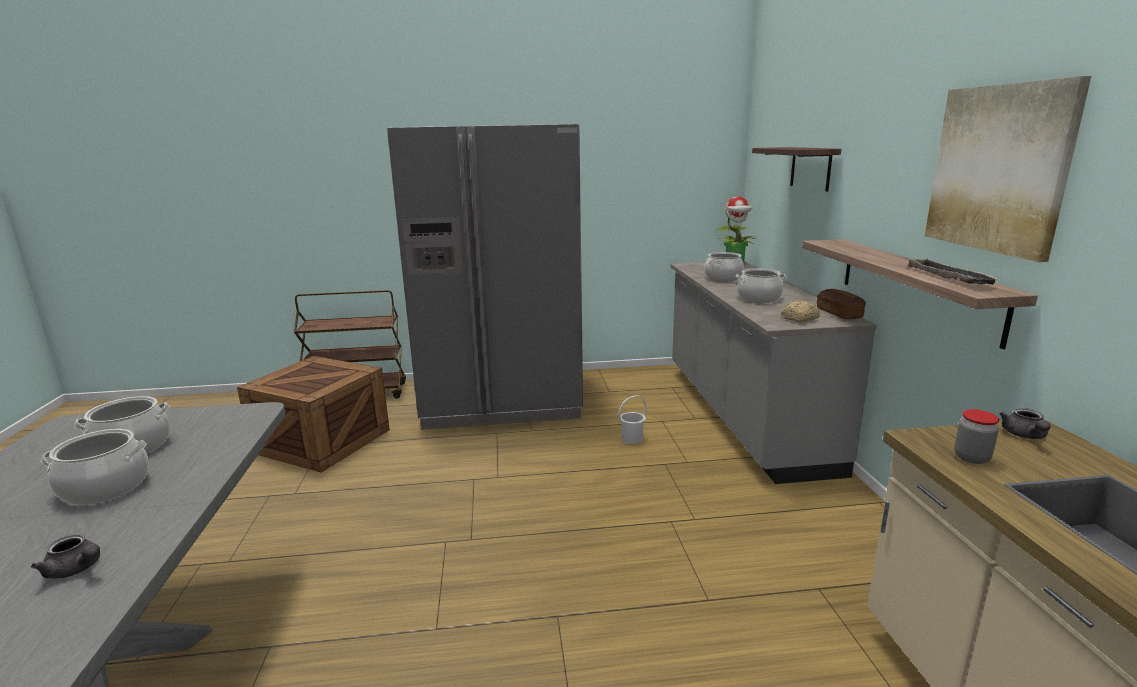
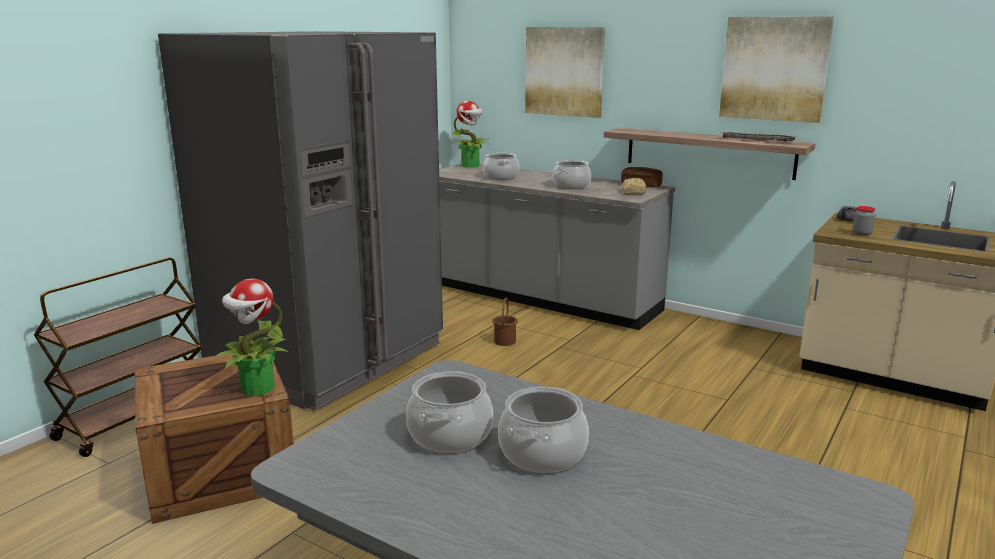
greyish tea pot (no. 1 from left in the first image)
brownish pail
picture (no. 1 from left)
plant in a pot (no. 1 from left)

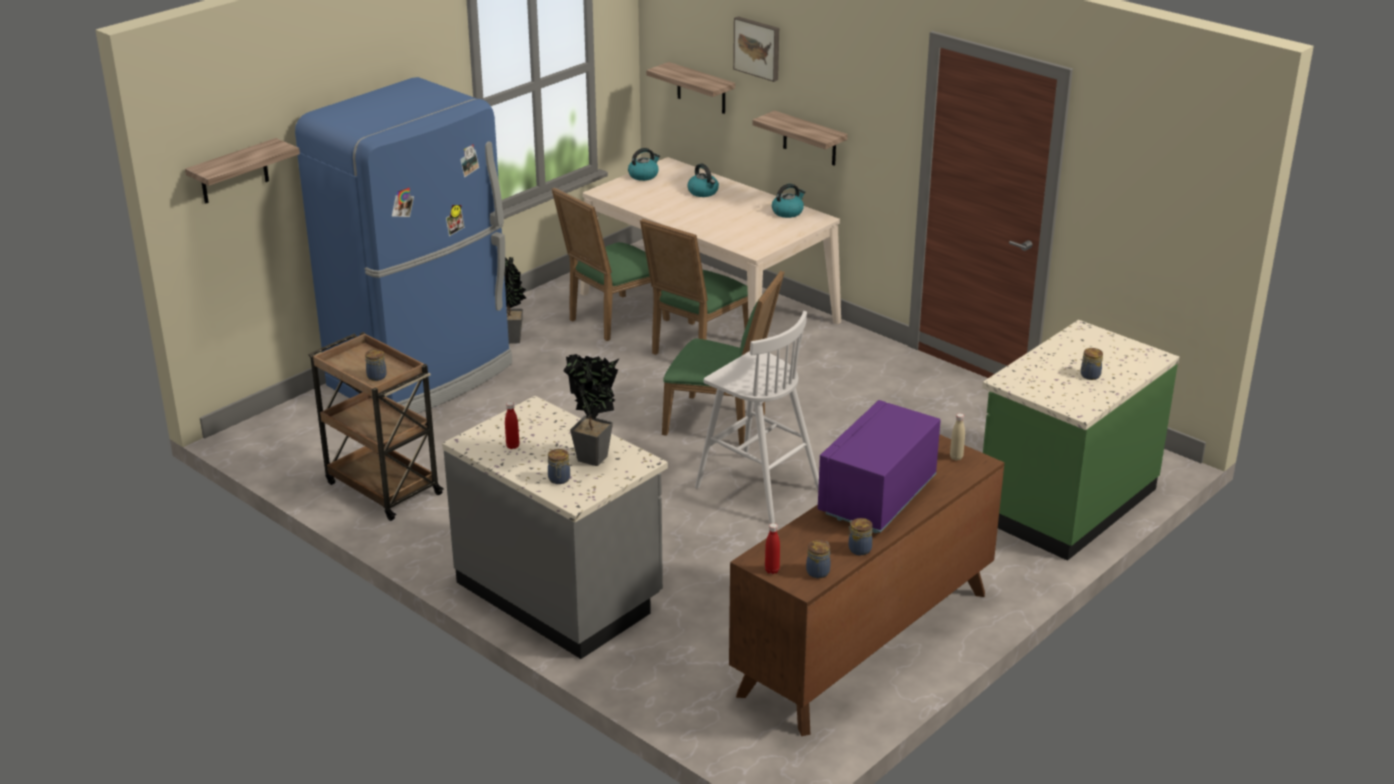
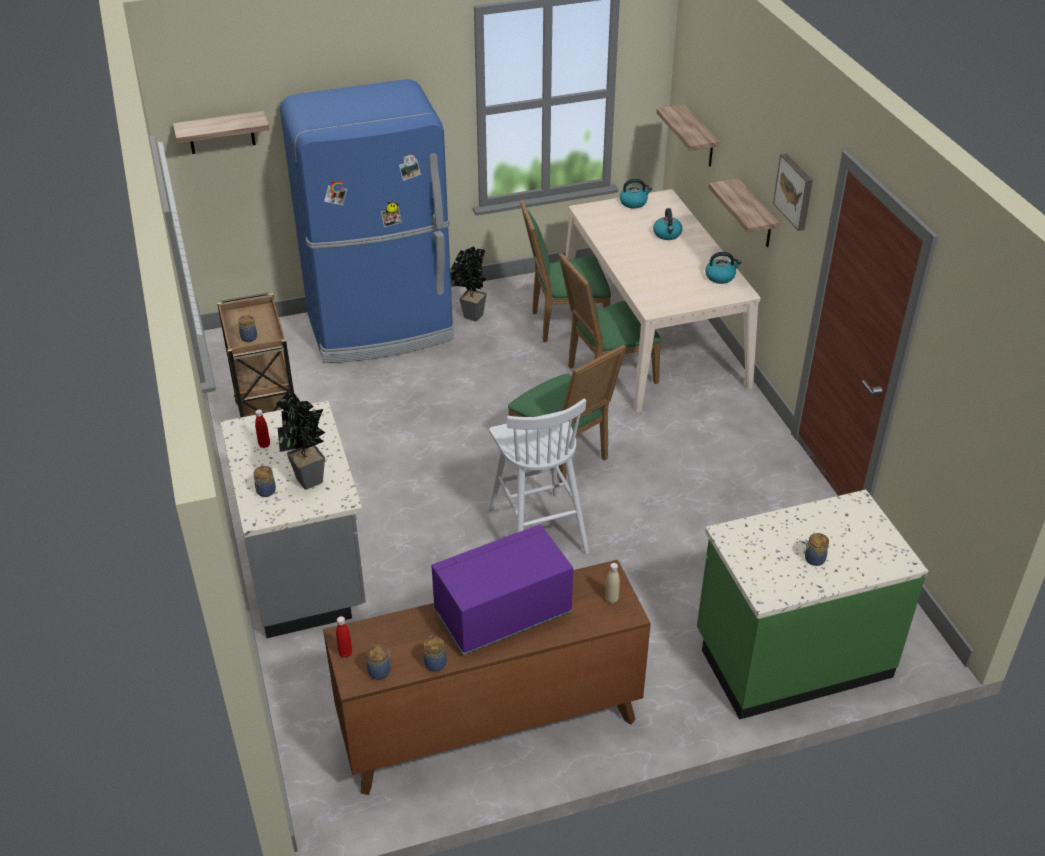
picture

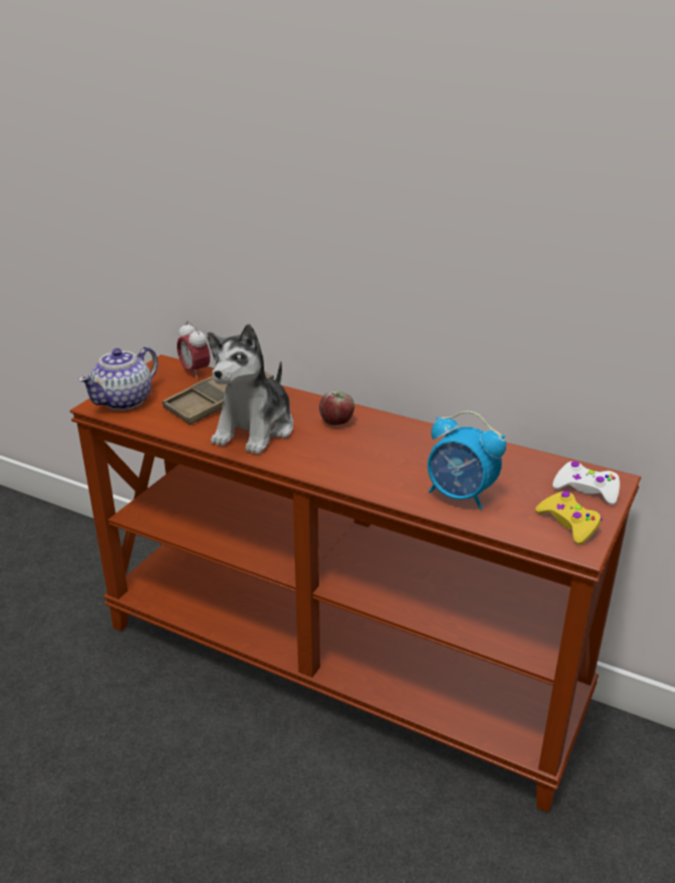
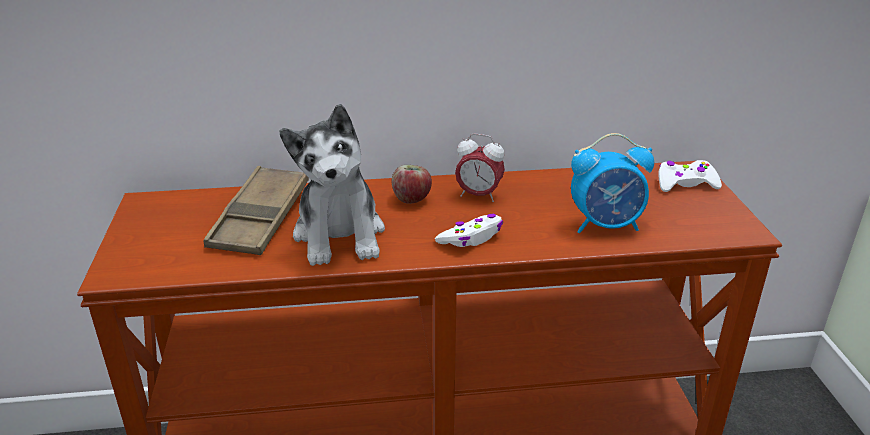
tea pot
table clock (no. 1 from left)
yellowish game controller
white game controller (no. 1 from left)

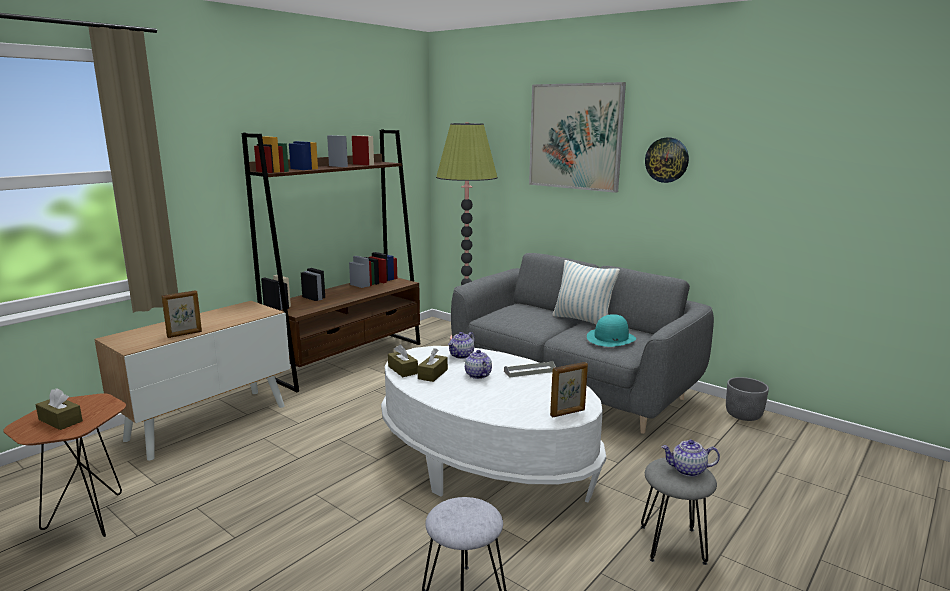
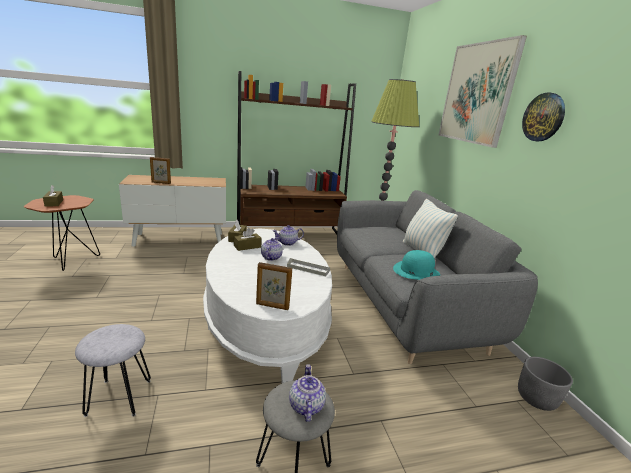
tea pot (no. 3 from left)

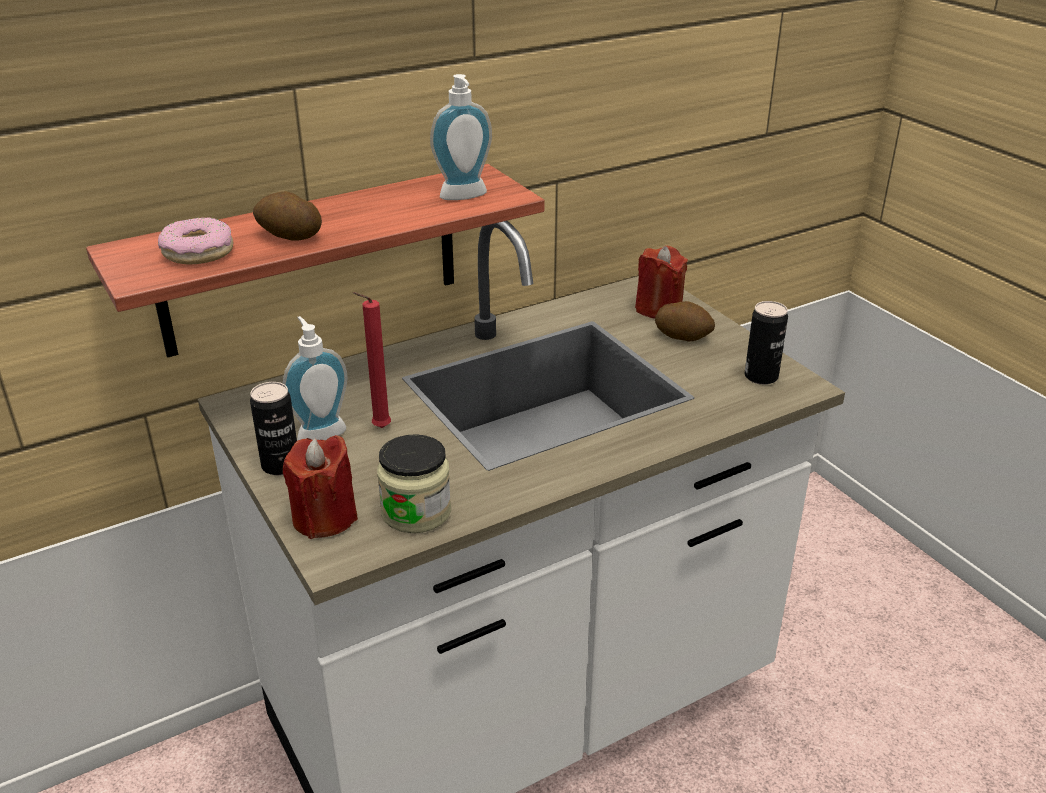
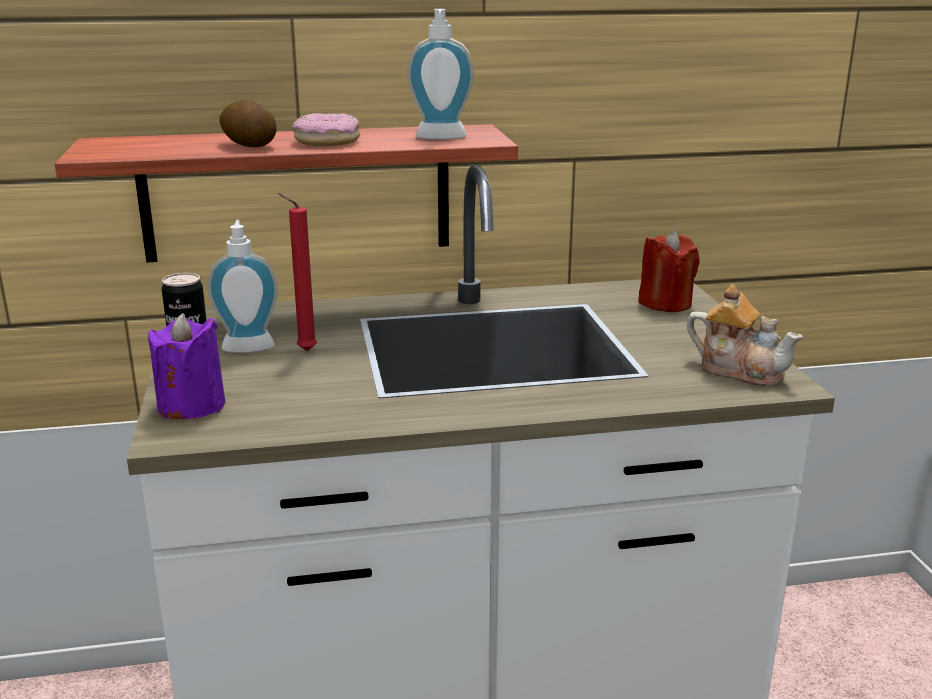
ring doughnut
purplish candle
storage jar
whole potato (no. 2 from left in the first image)
tea pot

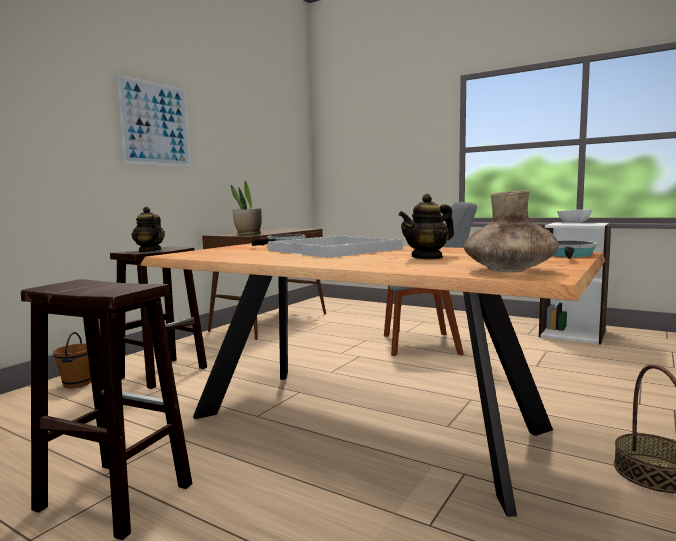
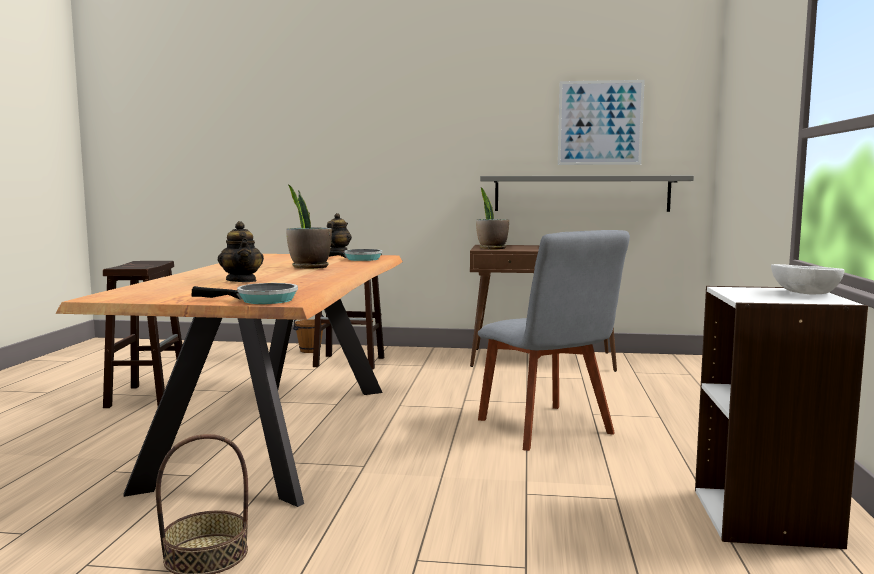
picture
plant in a pot (no. 1 from left)
tea pot (no. 1 from left)
brownish decorative vase
greyish wall shelf

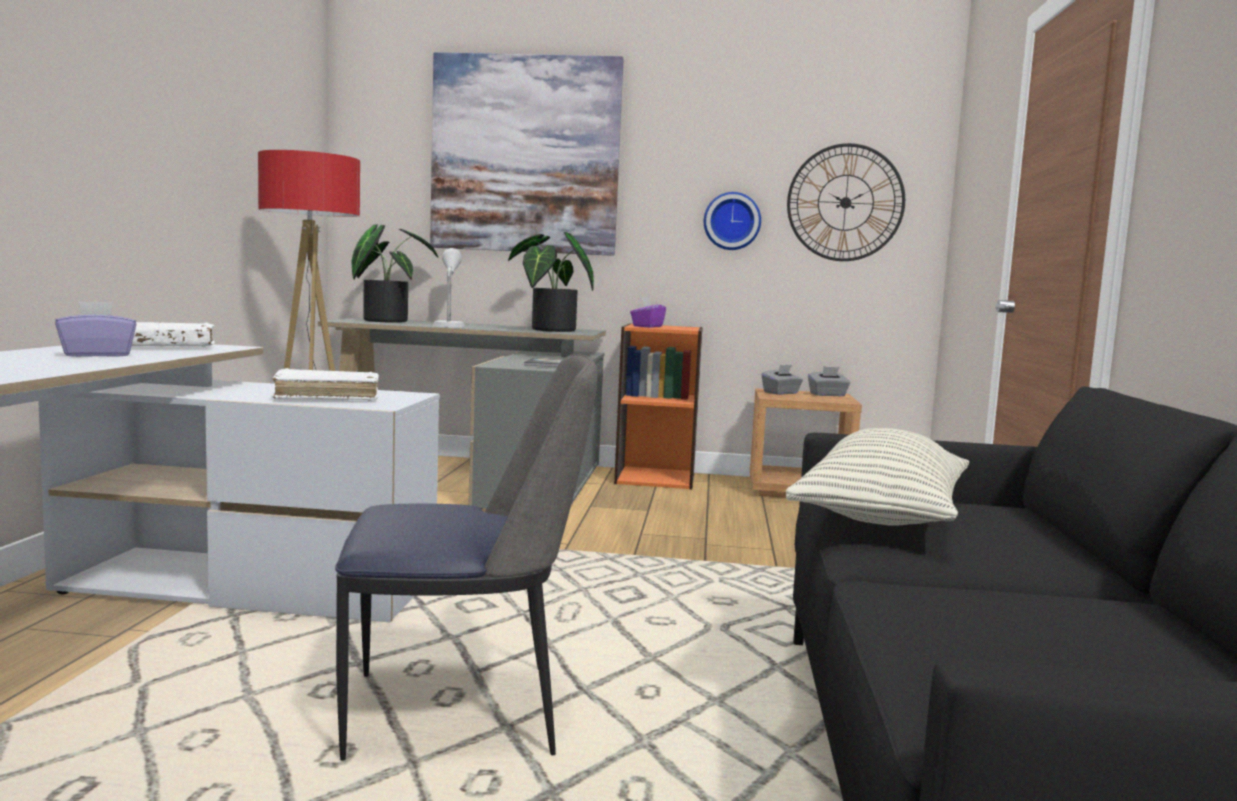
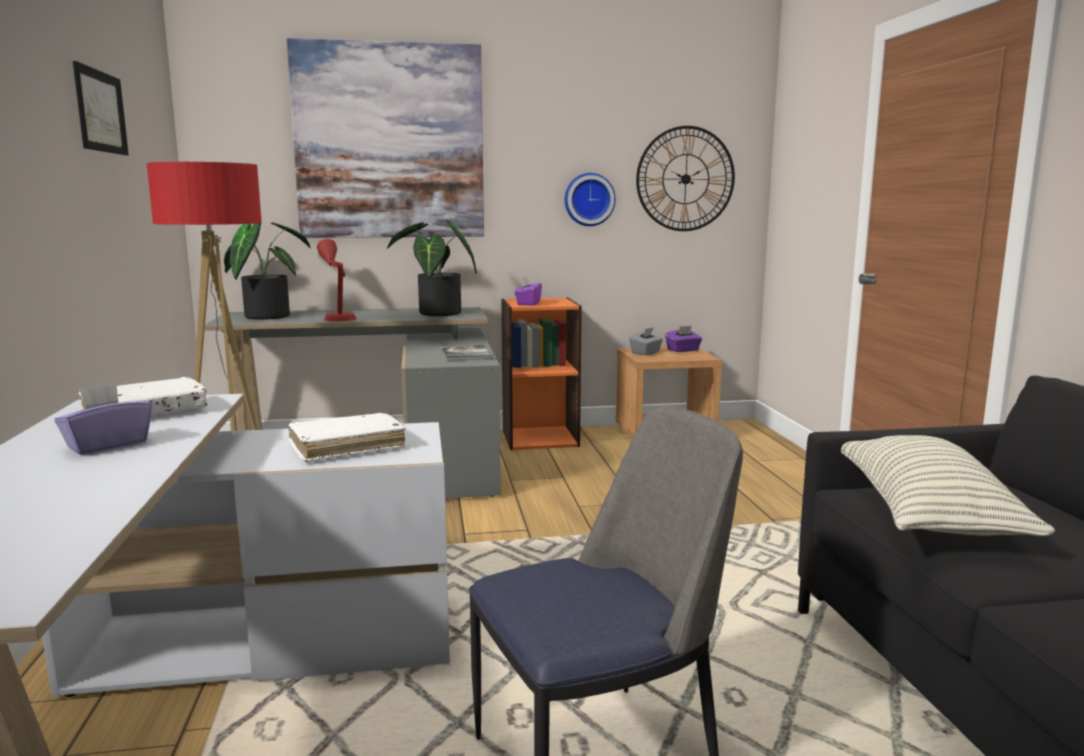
red-coloured tabletop lamp
purplish tissue box (no. 3 from left)
picture (no. 1 from left)

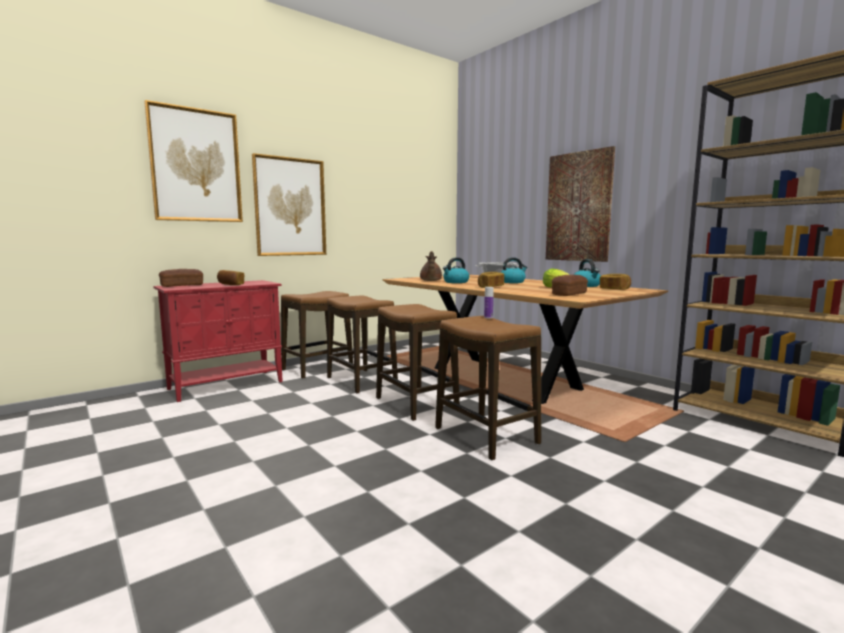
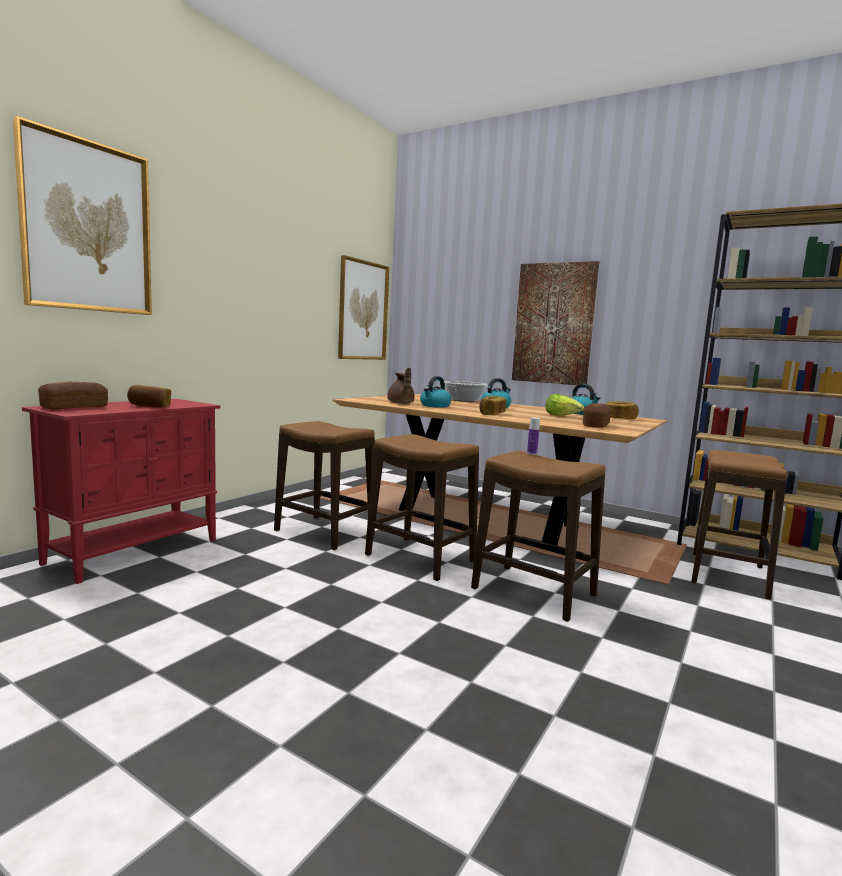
picture (no. 2 from left)
sitting stool (no. 4 from left)

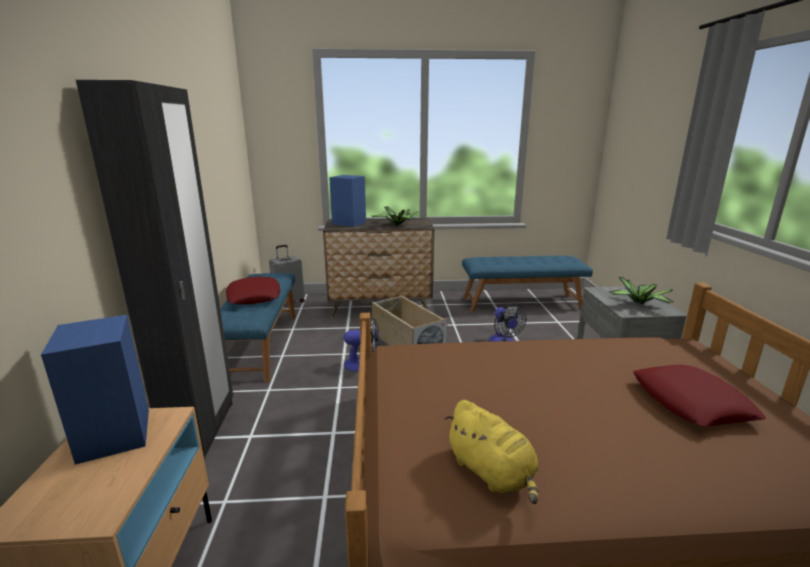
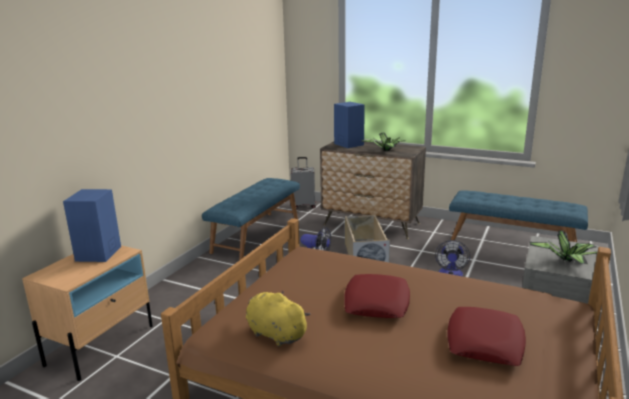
black-coloured clothes cupboard
red-coloured pillow (no. 1 from left)
yellowish plush toy

